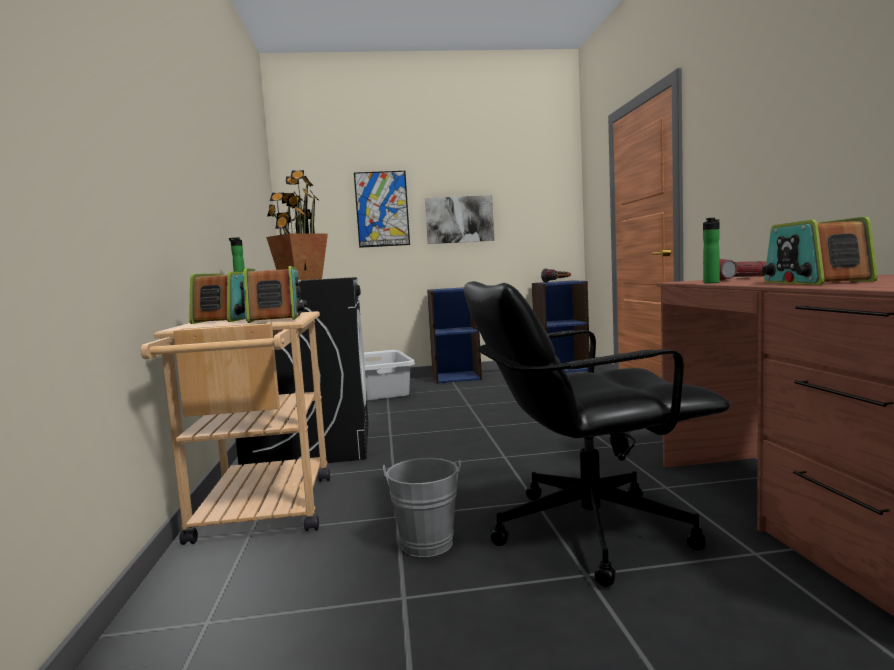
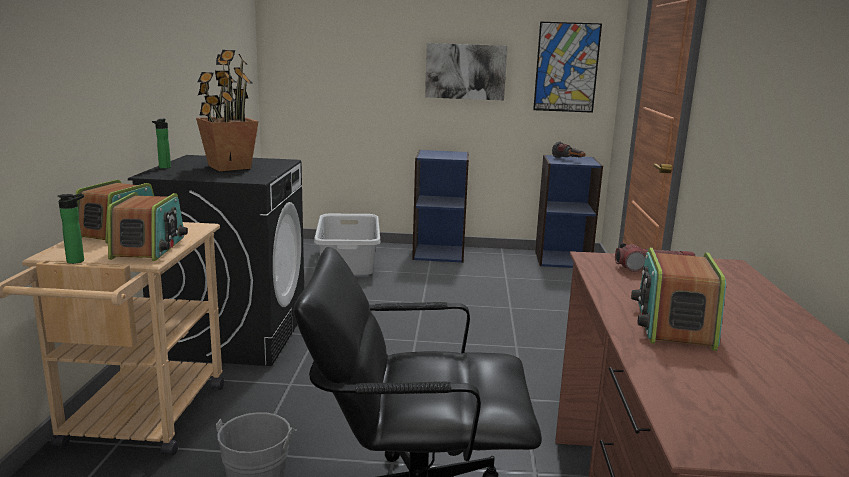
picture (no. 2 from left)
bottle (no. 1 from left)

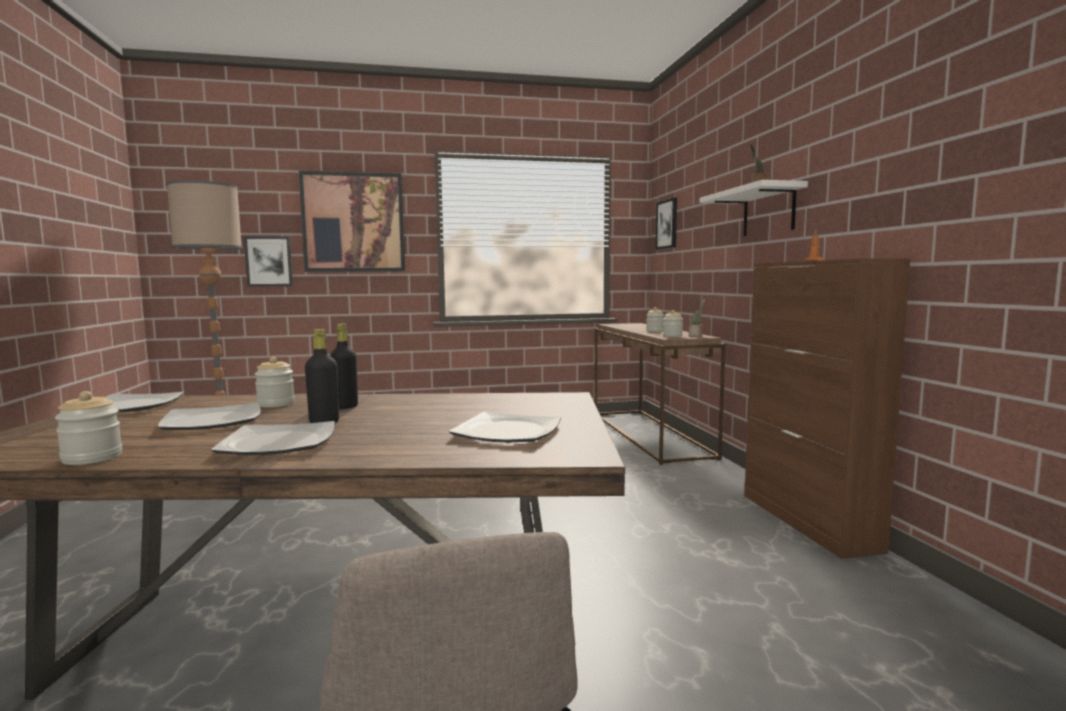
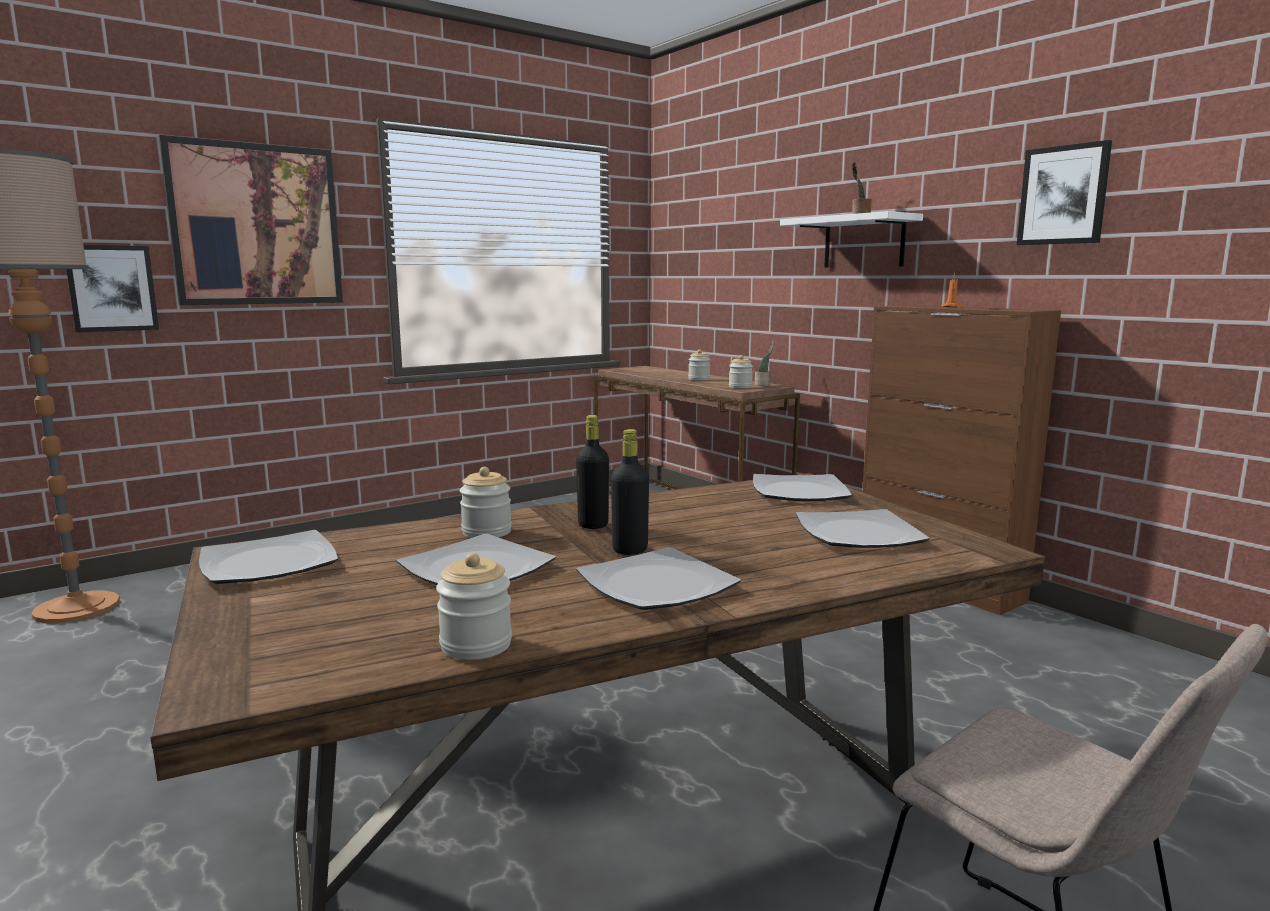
picture (no. 3 from left)
plate (no. 4 from left)

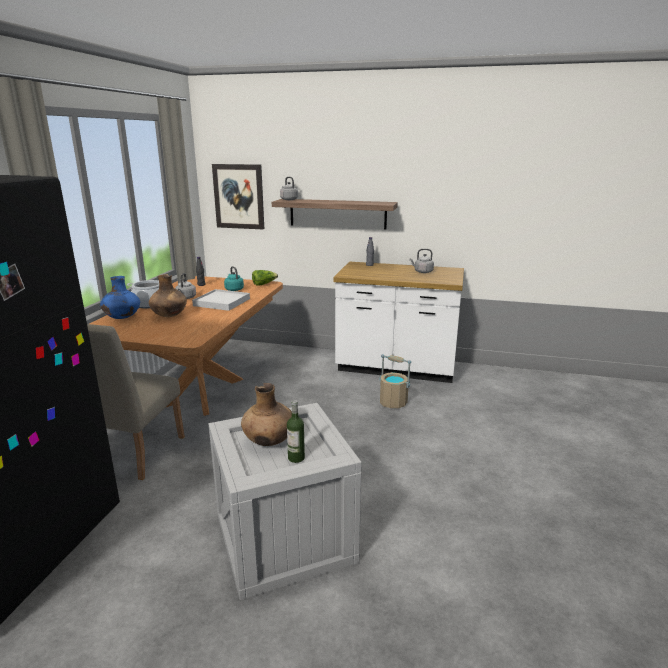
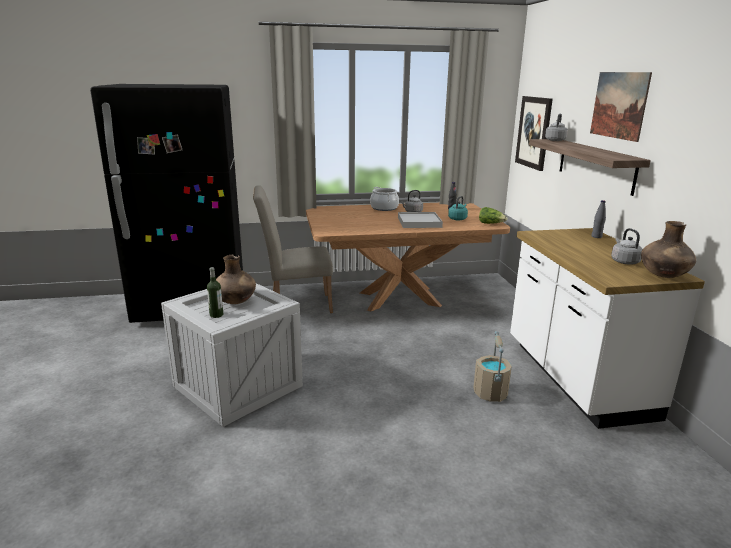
blue decorative vase
brownish decorative vase (no. 2 from left)
picture (no. 2 from left)

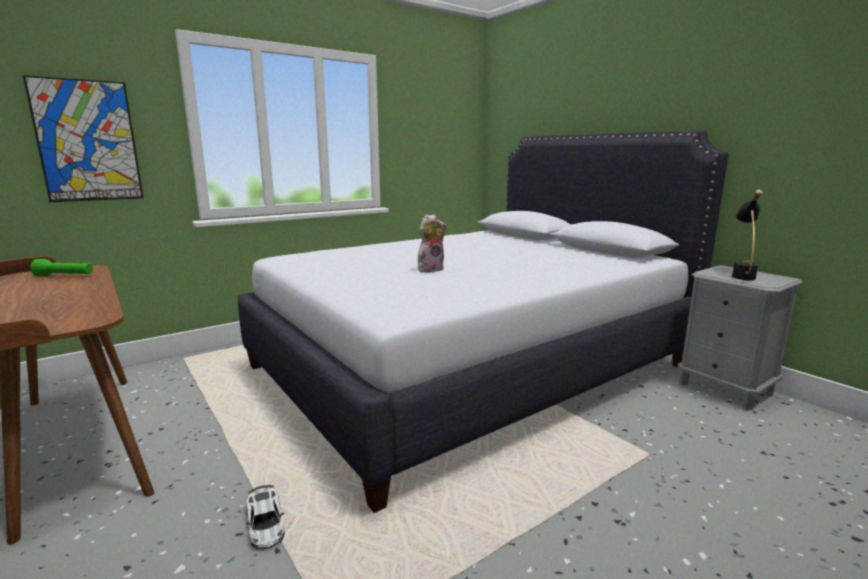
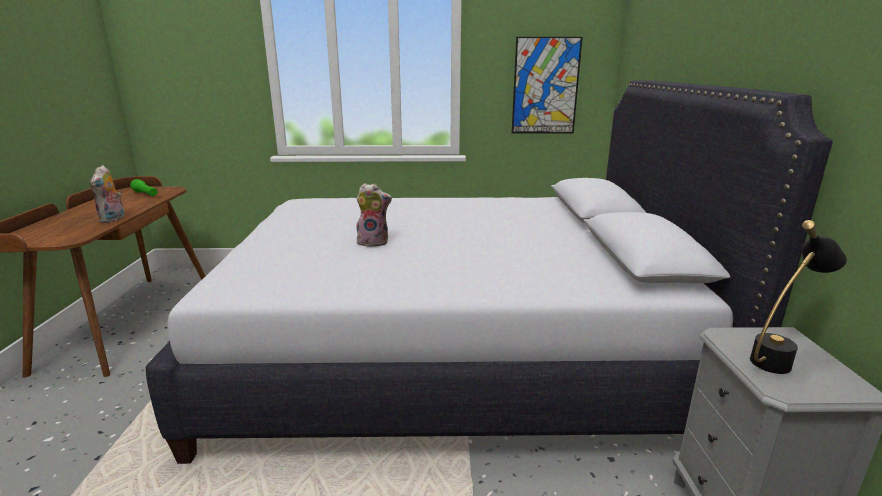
picture
miniature car
plush toy (no. 1 from left)

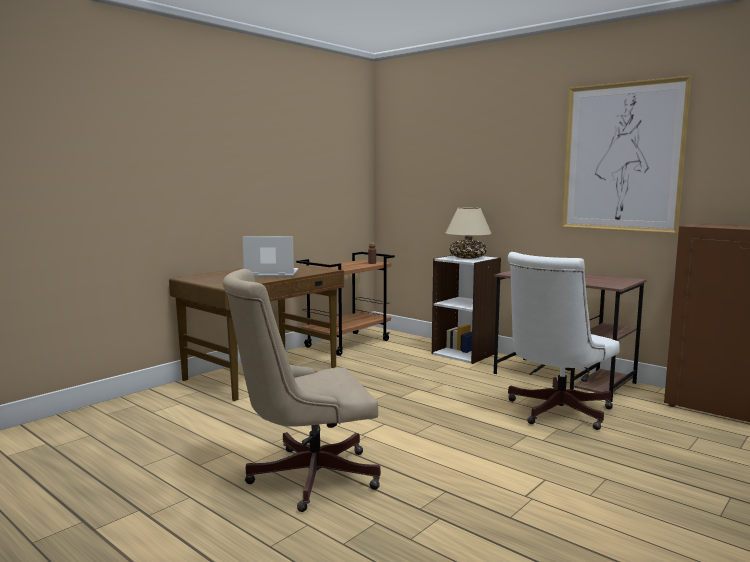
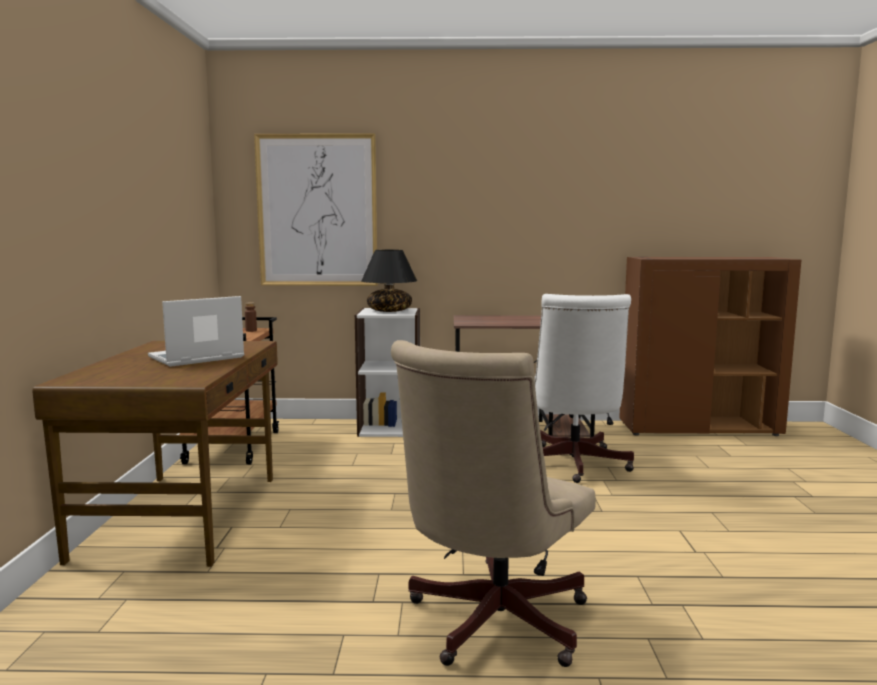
black-coloured tabletop lamp
picture

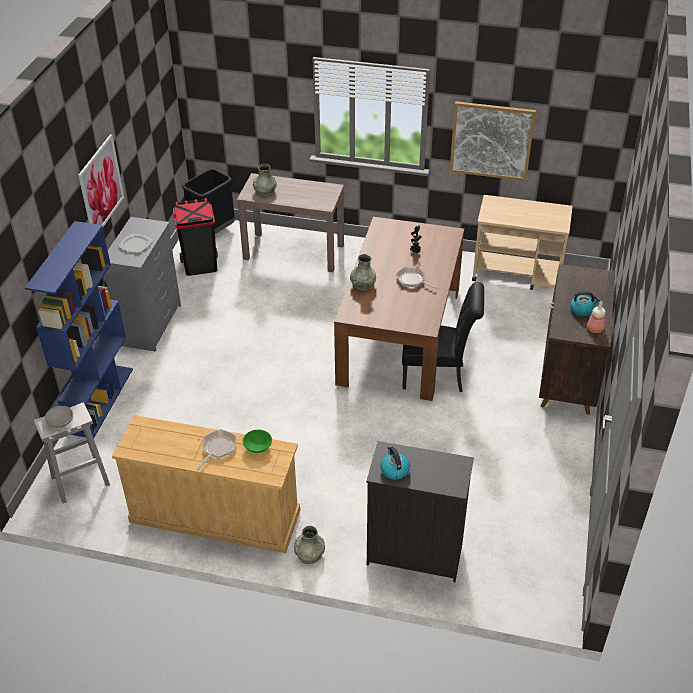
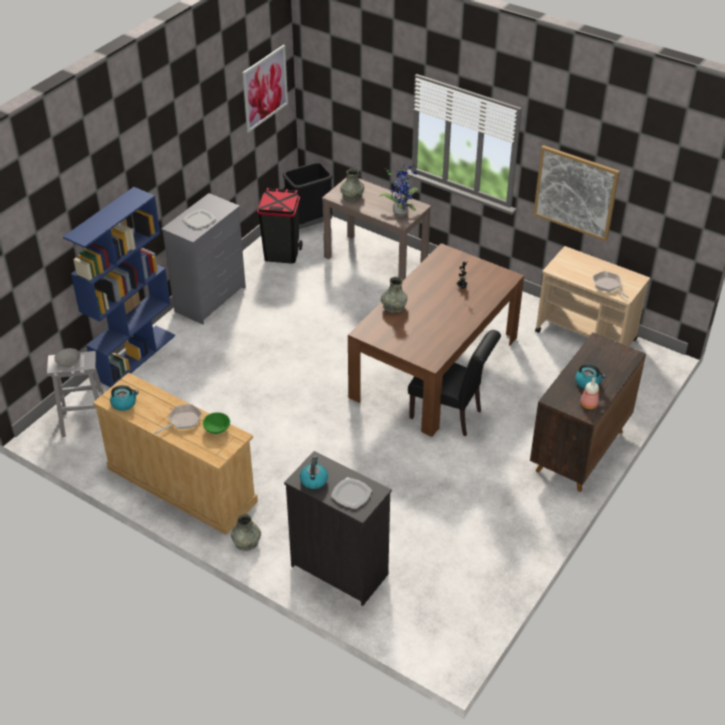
picture (no. 1 from left)
skillet (no. 2 from left)
water kettle (no. 1 from left)
plate (no. 2 from left)
plant in a pot (no. 1 from left)

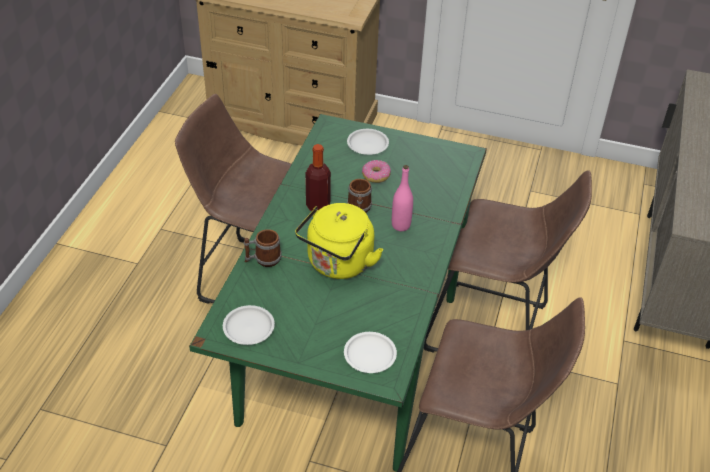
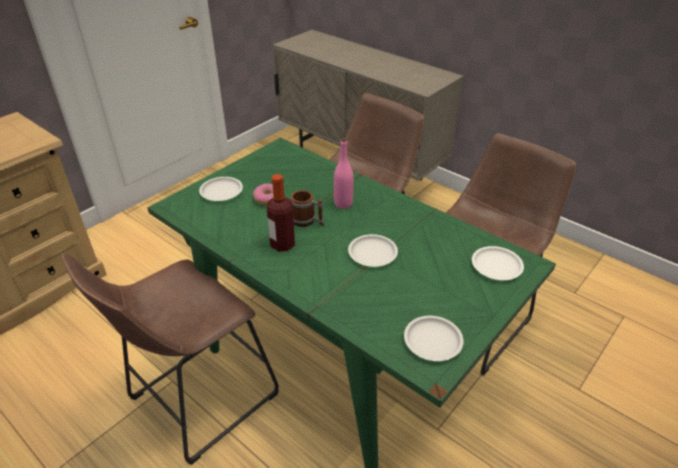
tea mug (no. 1 from left in the first image)
white plate (no. 2 from left)

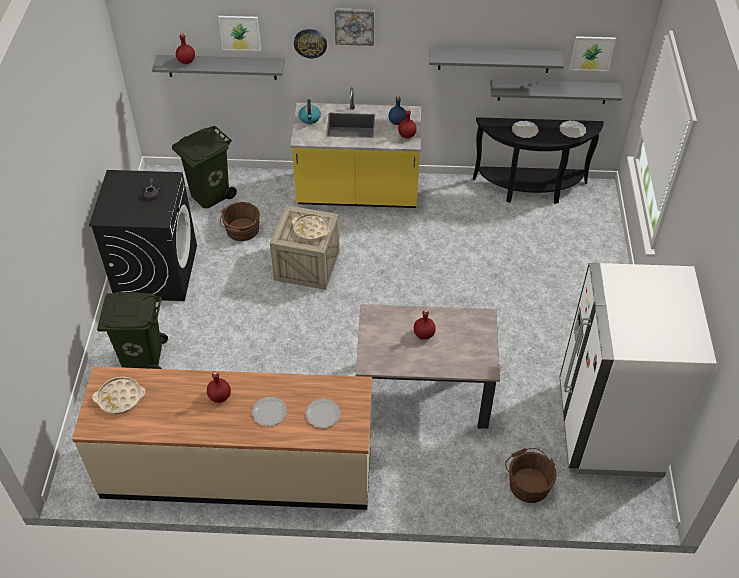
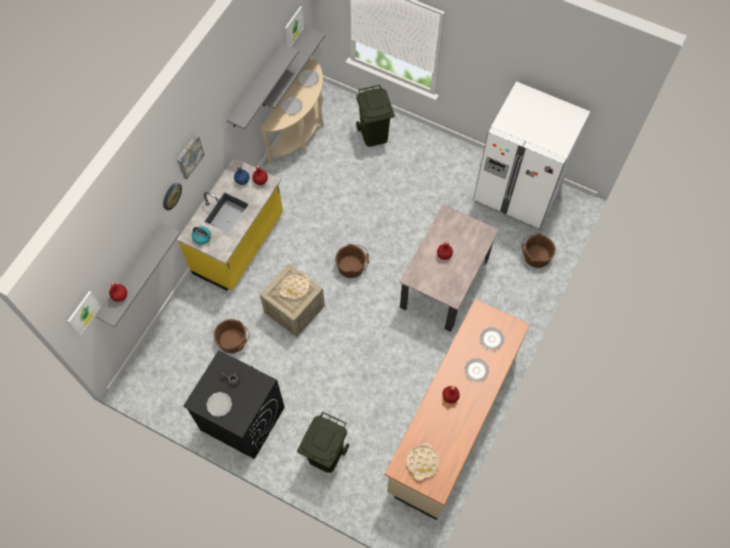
green-coloured waste bin (no. 2 from left)
picture (no. 1 from left)
sand-coloured narrow table
plate (no. 1 from left)
brownish pail (no. 2 from left)

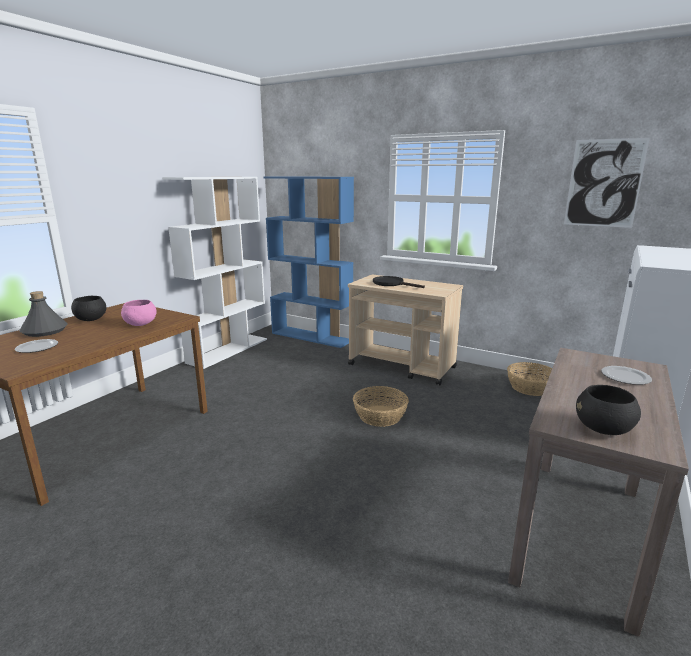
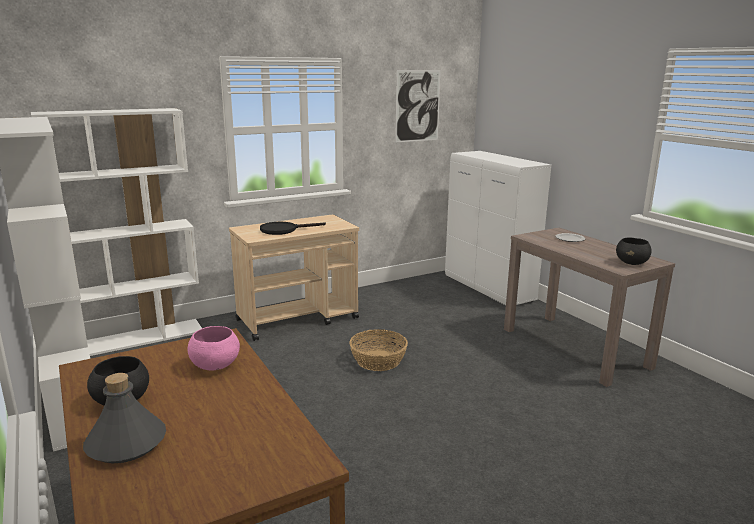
plate (no. 1 from left in the first image)
white bookshelf (no. 2 from left)
household basket (no. 2 from left in the first image)

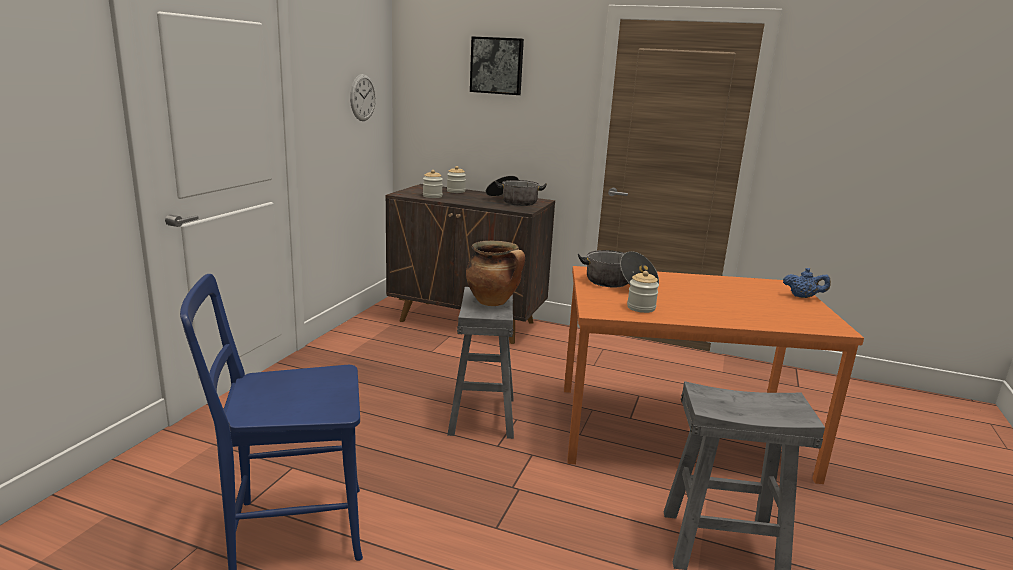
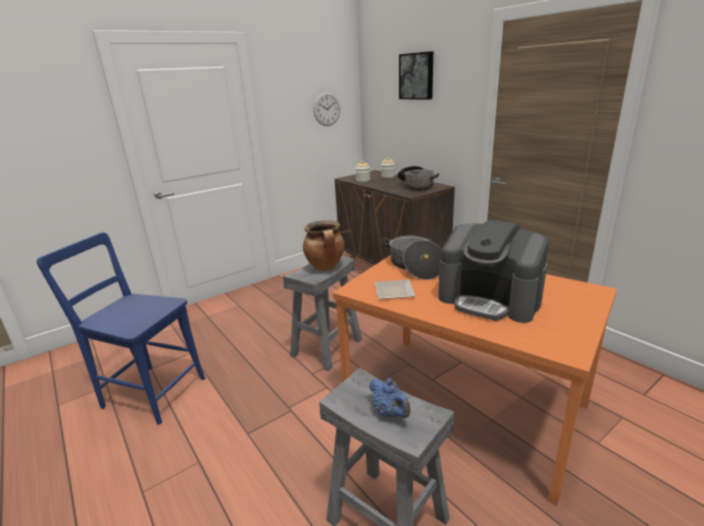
plate
blue tea pot
coffee maker

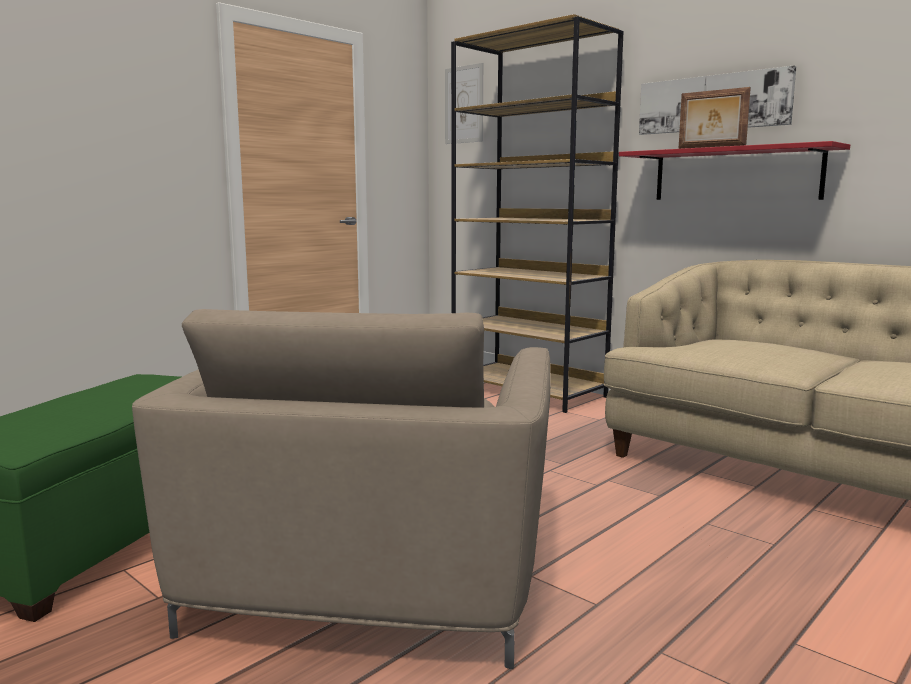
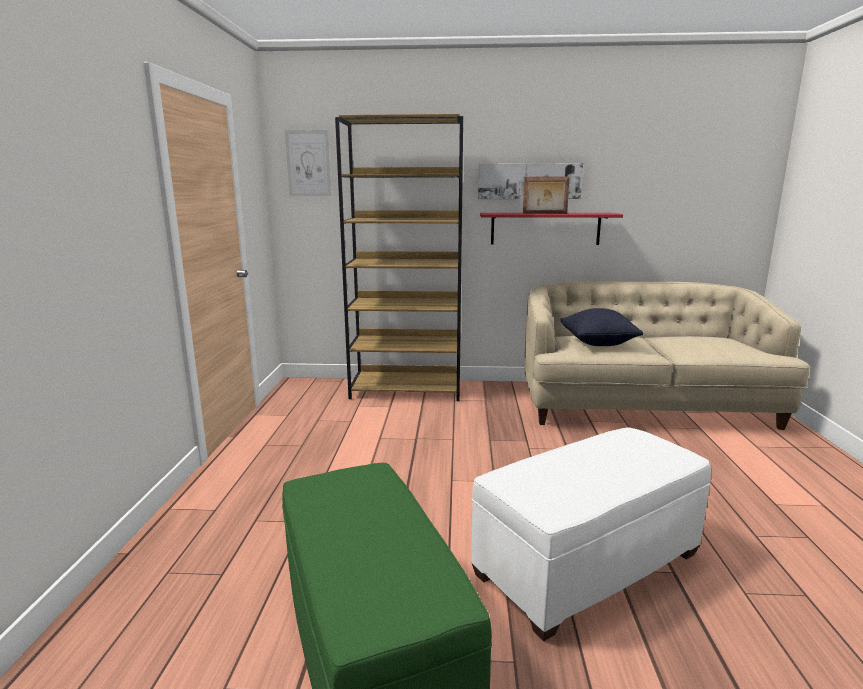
white ottoman
black-coloured pillow

